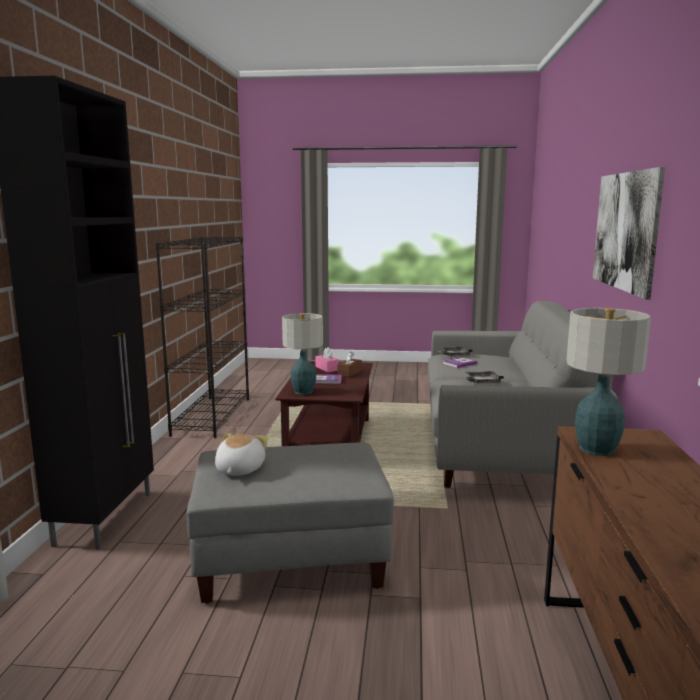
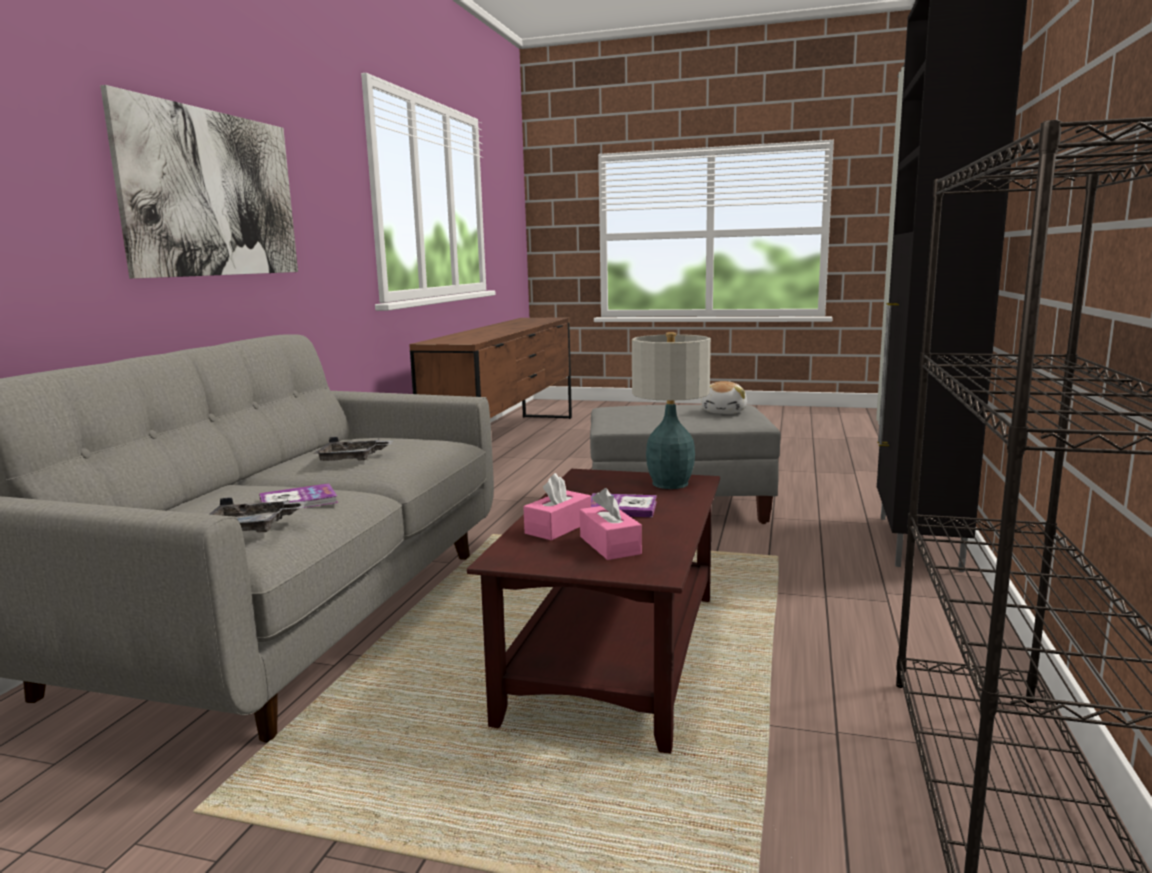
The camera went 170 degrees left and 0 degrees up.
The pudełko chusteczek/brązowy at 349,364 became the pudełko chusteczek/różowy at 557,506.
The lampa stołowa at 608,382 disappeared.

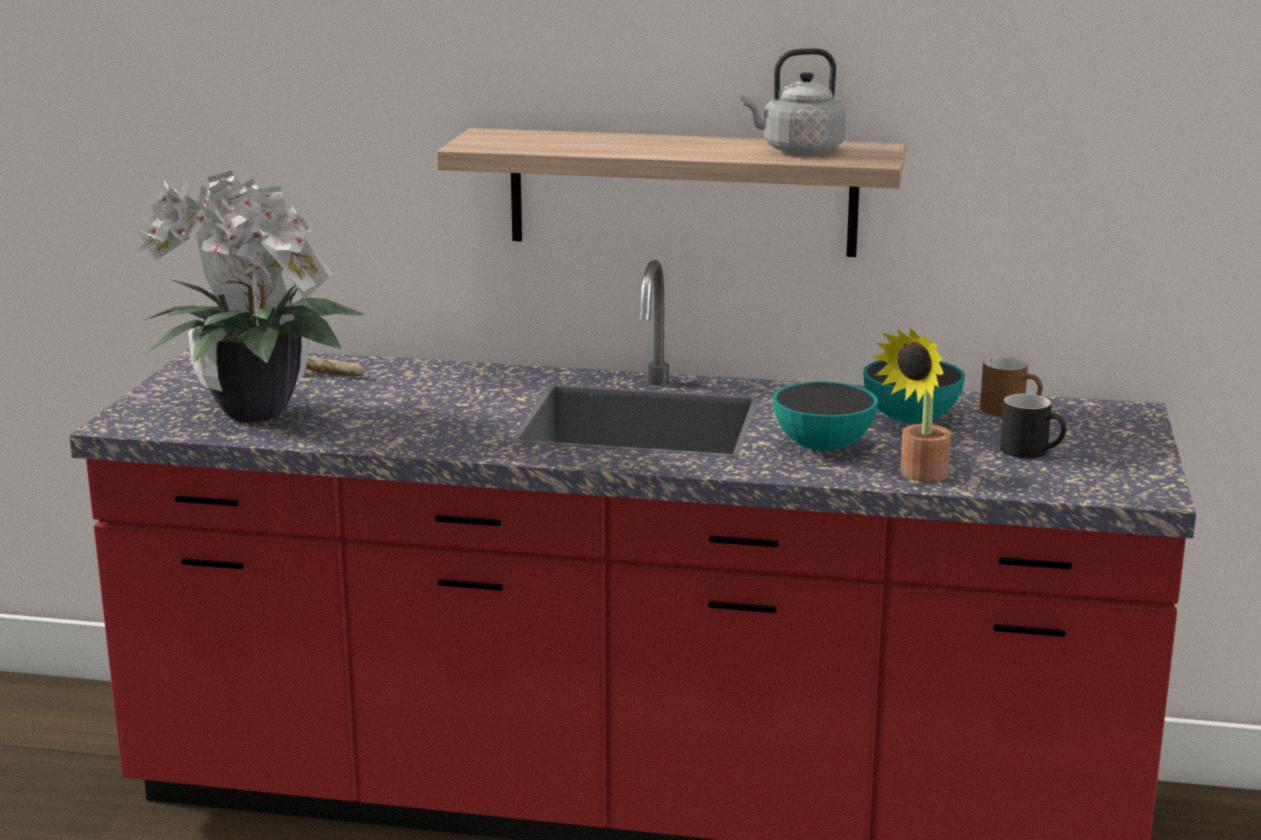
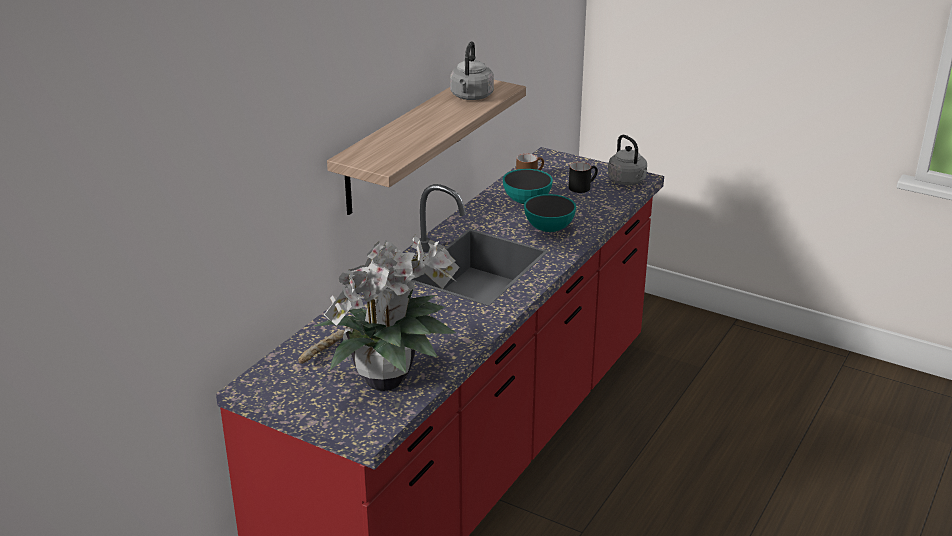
The camera went 70 degrees left and 10 degrees up.
The czajnik/szary at 627,160 appeared.
The roślina doniczkowa at 912,405 disappeared.

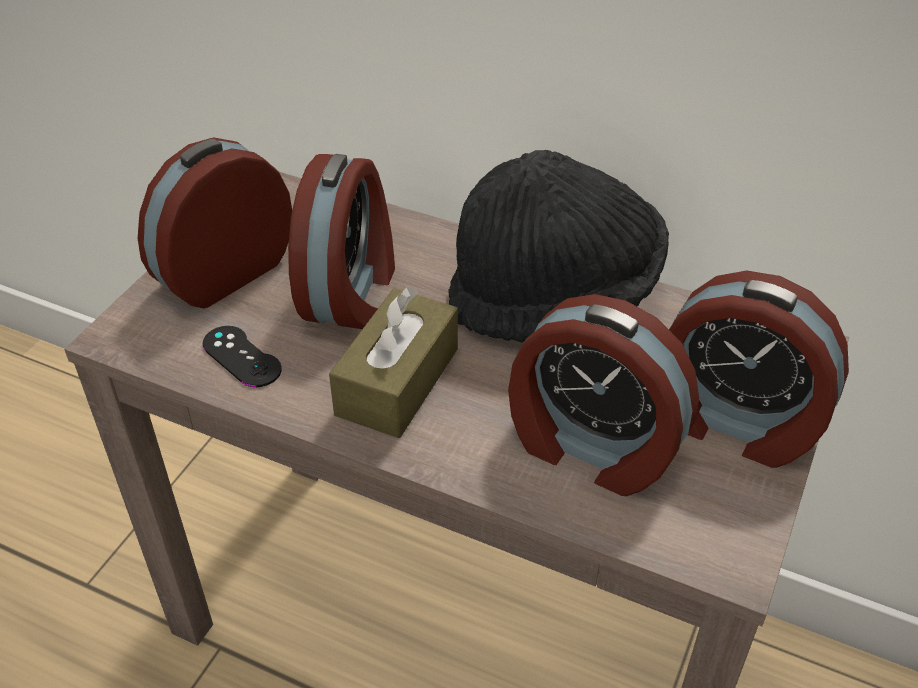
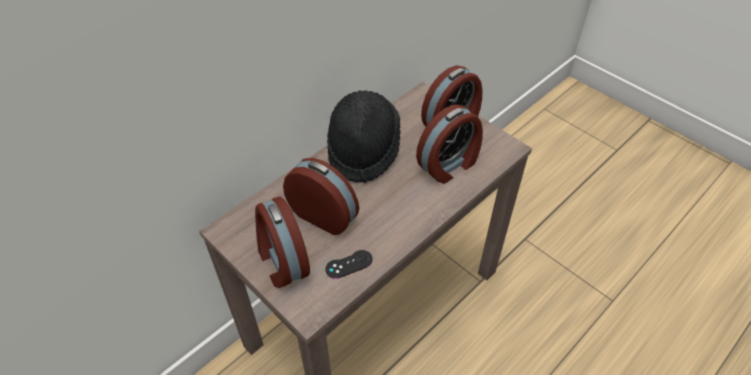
The camera went 70 degrees left and 5 degrees up.
The pudełko chusteczek/brązowy at 393,362 disappeared.

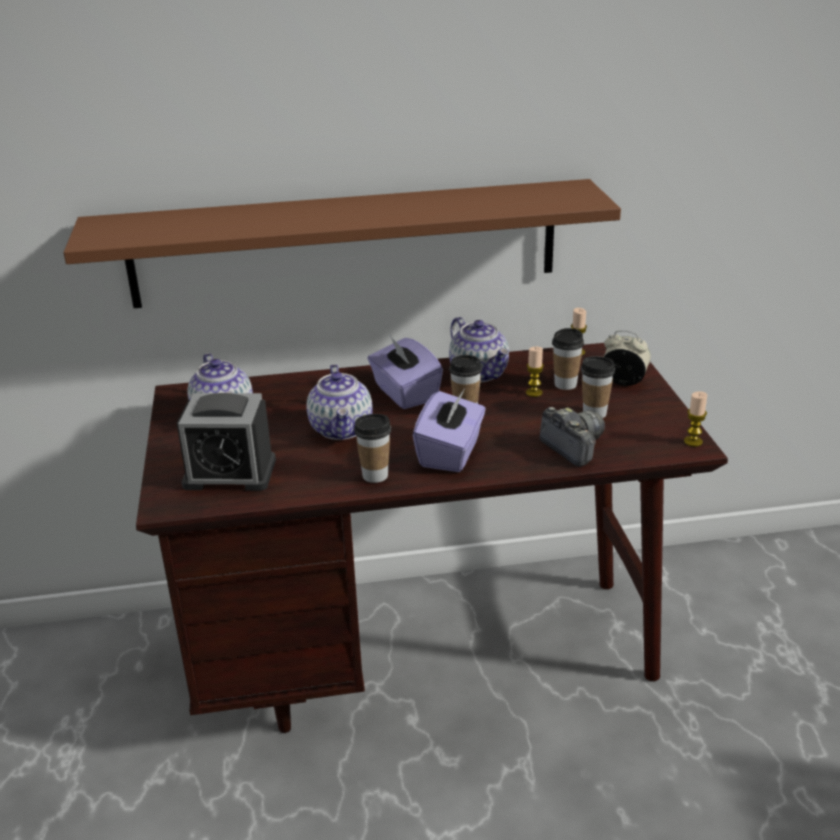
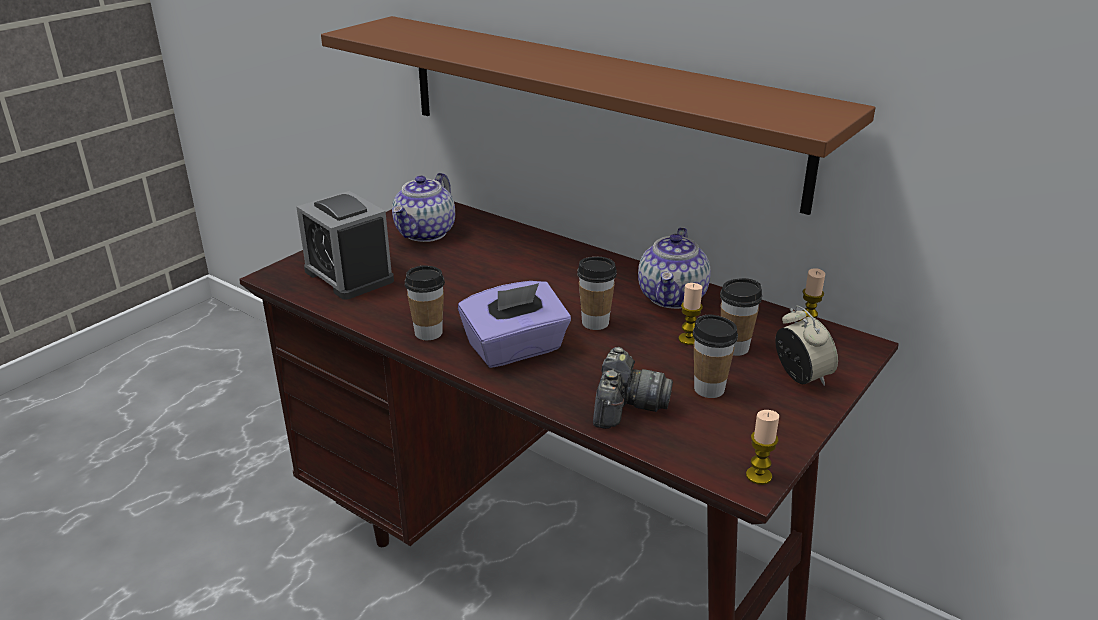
The camera went 45 degrees right and 0 degrees up.
The imbryk at 340,402 disappeared.
The pudełko chusteczek/fioletowy at 405,371 disappeared.

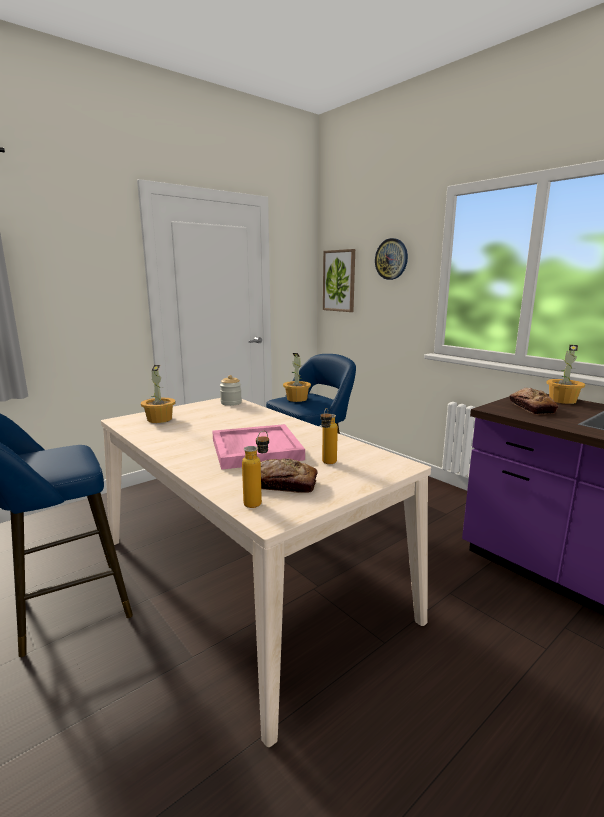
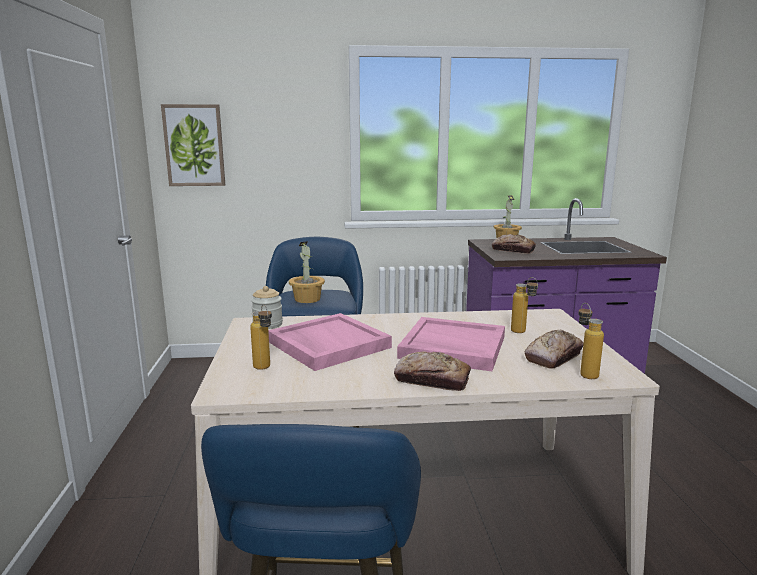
The camera went 55 degrees left and 0 degrees up.
The roślina doniczkowa at 158,394 was replaced by the butelka at 261,337.
The taca/różowy at 330,342 appeared.
The chleb at 432,371 appeared.
The zegar ścienny at 391,259 disappeared.

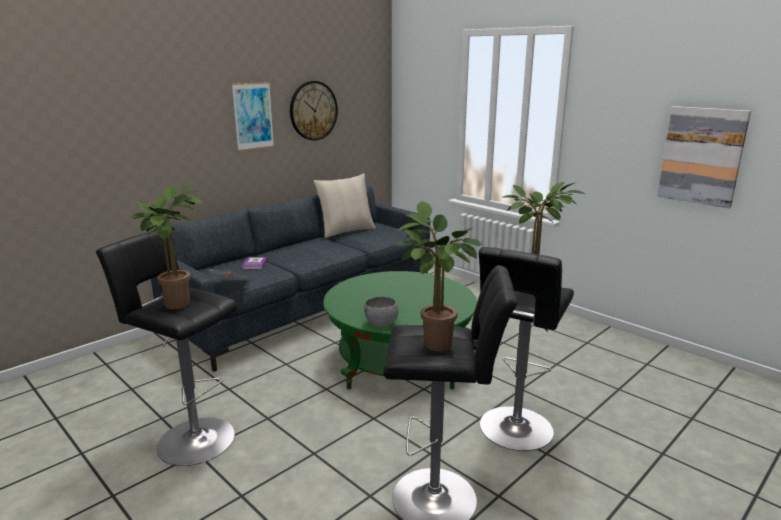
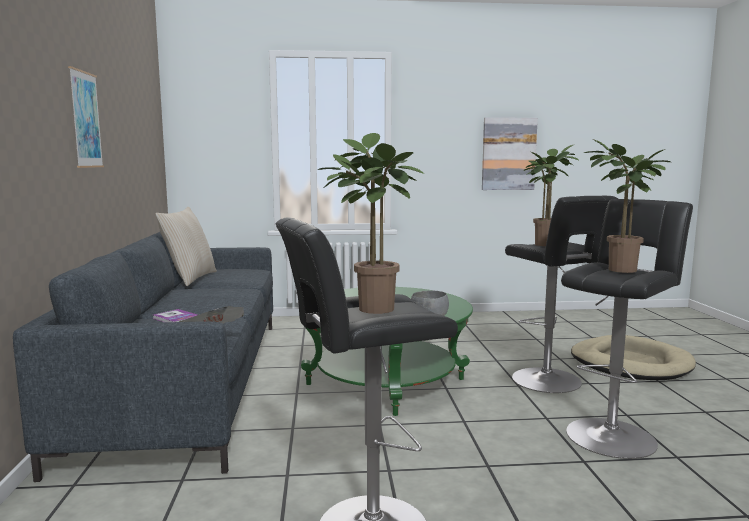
The camera went 50 degrees left and 10 degrees down.
The legowisko/beżowy at 633,357 appeared.
The zegar ścienny at 314,110 disappeared.

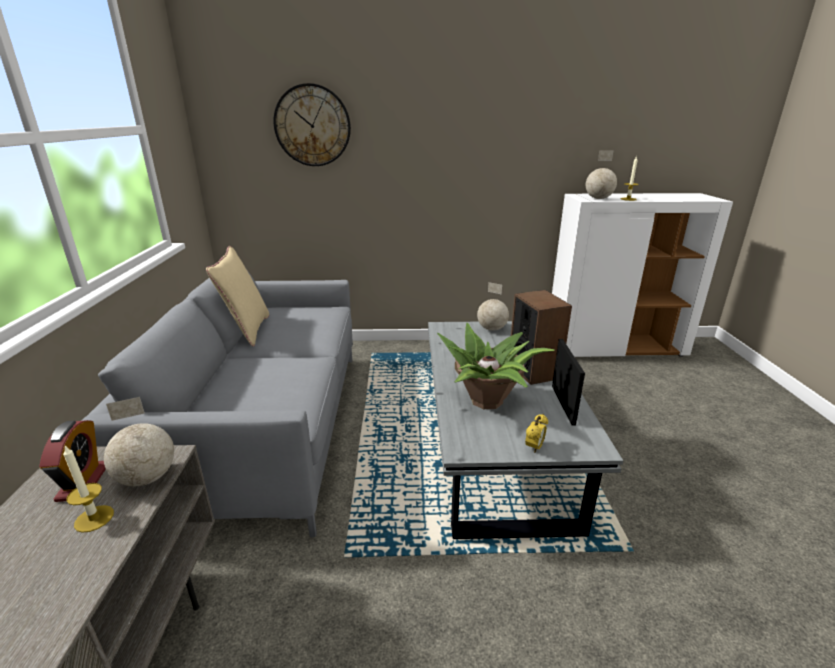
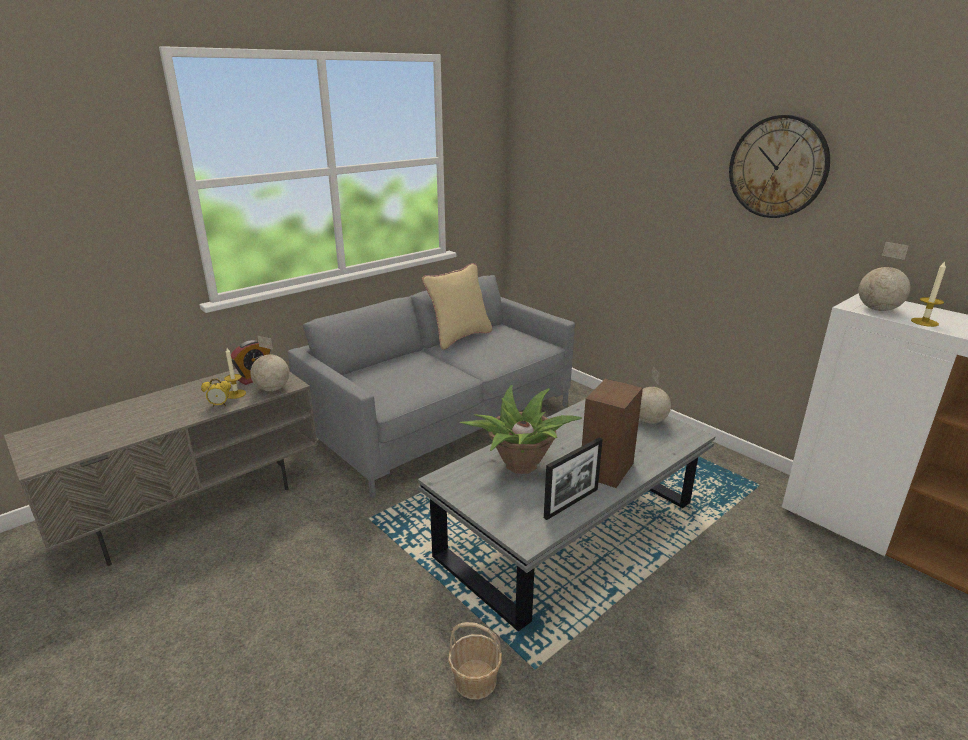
The camera went 50 degrees right and 0 degrees up.
The budzik moved from 536,433 to 216,393.
The koszyk at 475,661 appeared.
The zegar ścienny moved from 312,124 to 779,166.

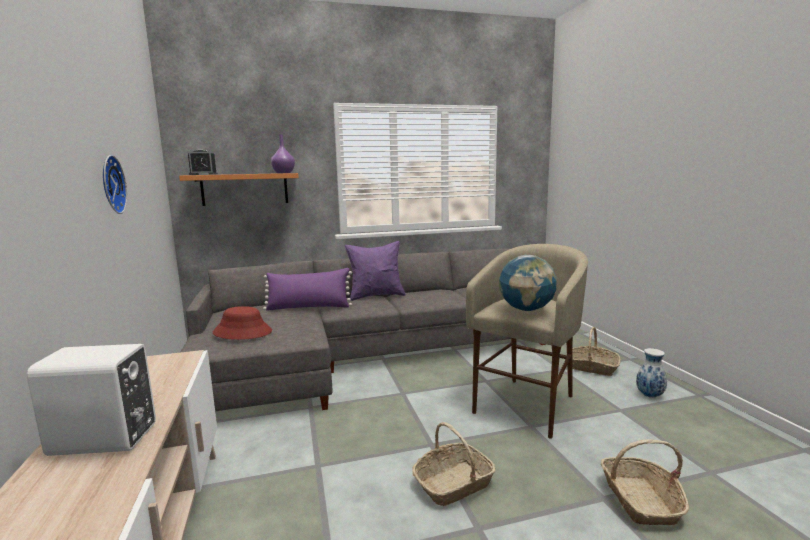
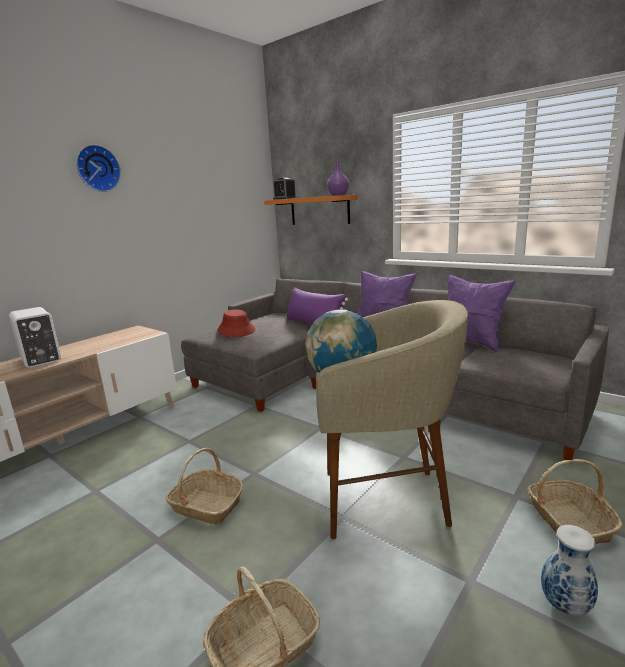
The camera went 55 degrees right and 5 degrees up.
The zegar ścienny moved from 115,184 to 98,168.
The poduszka/fioletowy at 481,313 appeared.

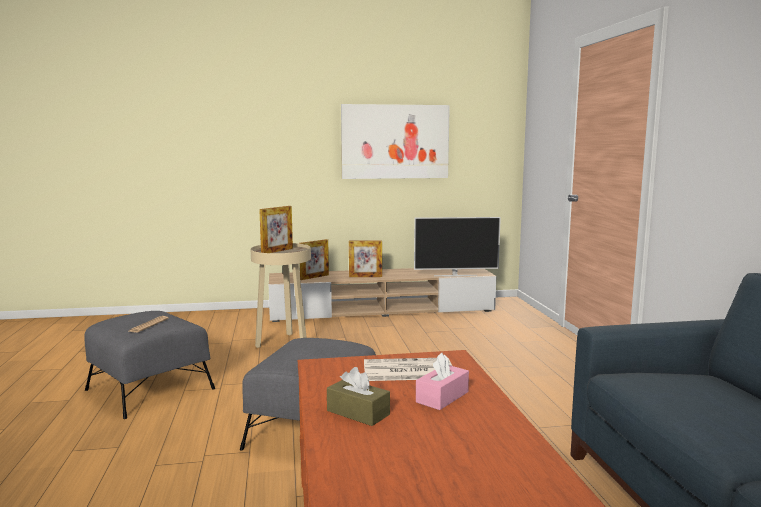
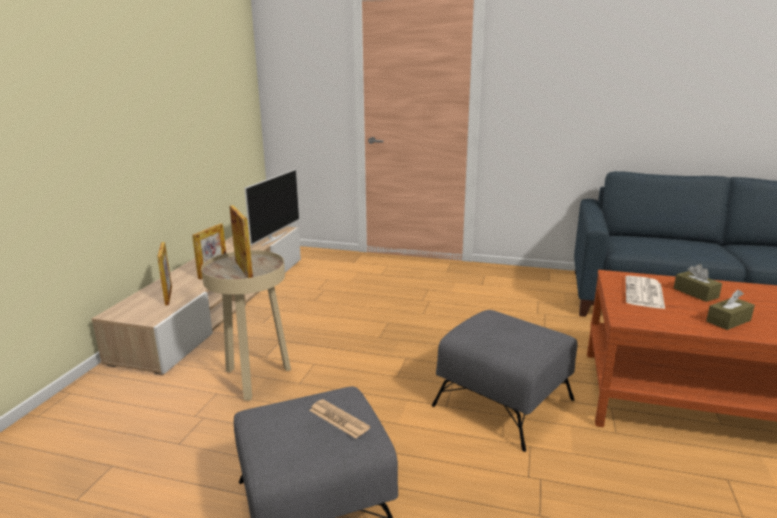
The camera went 65 degrees left and 10 degrees up.
The pudełko chusteczek/różowy at 442,381 became the pudełko chusteczek/brązowy at 698,283.
The obraz at 395,141 disappeared.

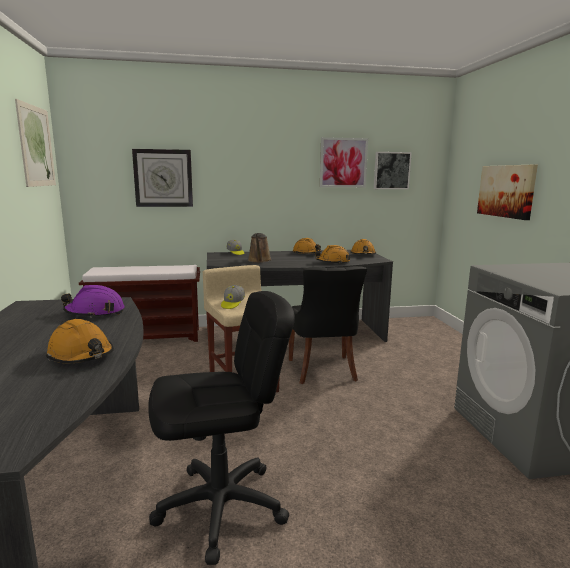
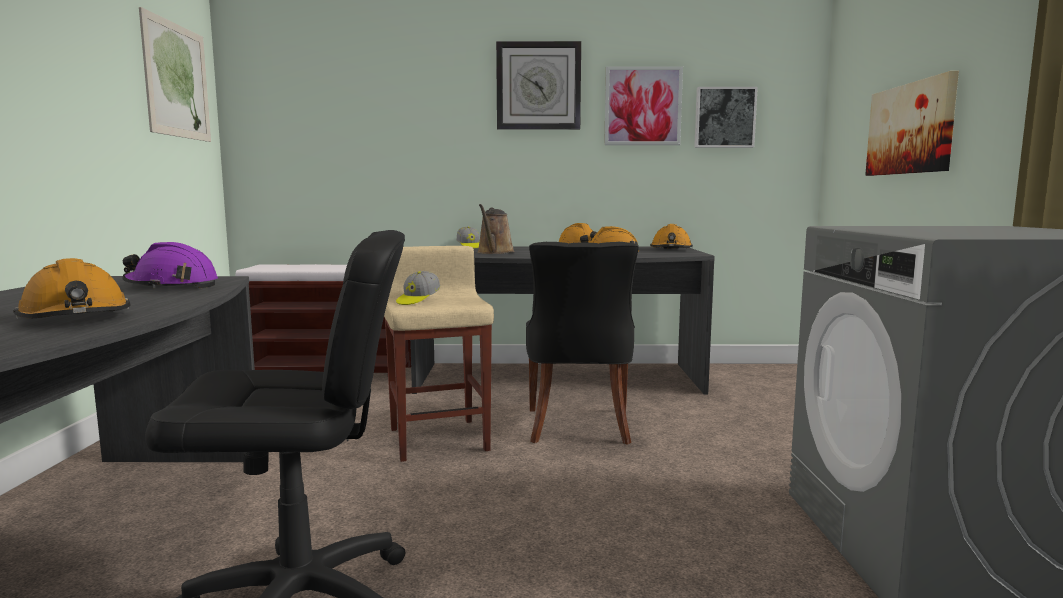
The camera went 10 degrees right and 5 degrees down.
The zegar ścienny moved from 162,178 to 538,85.

